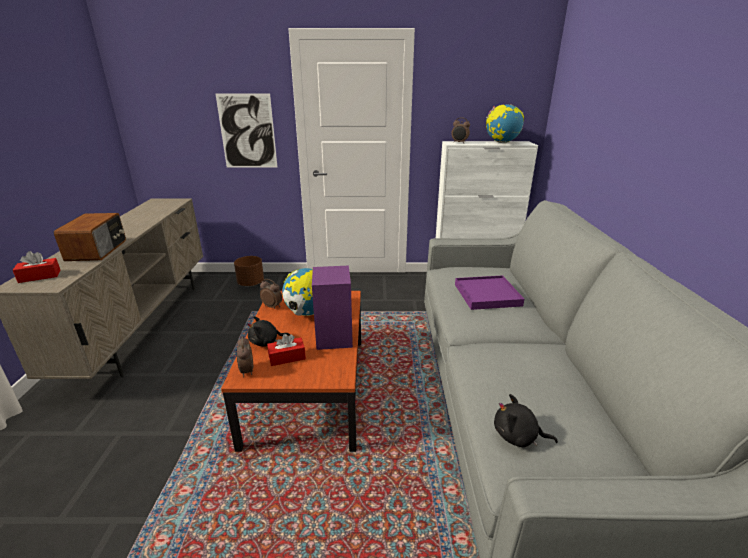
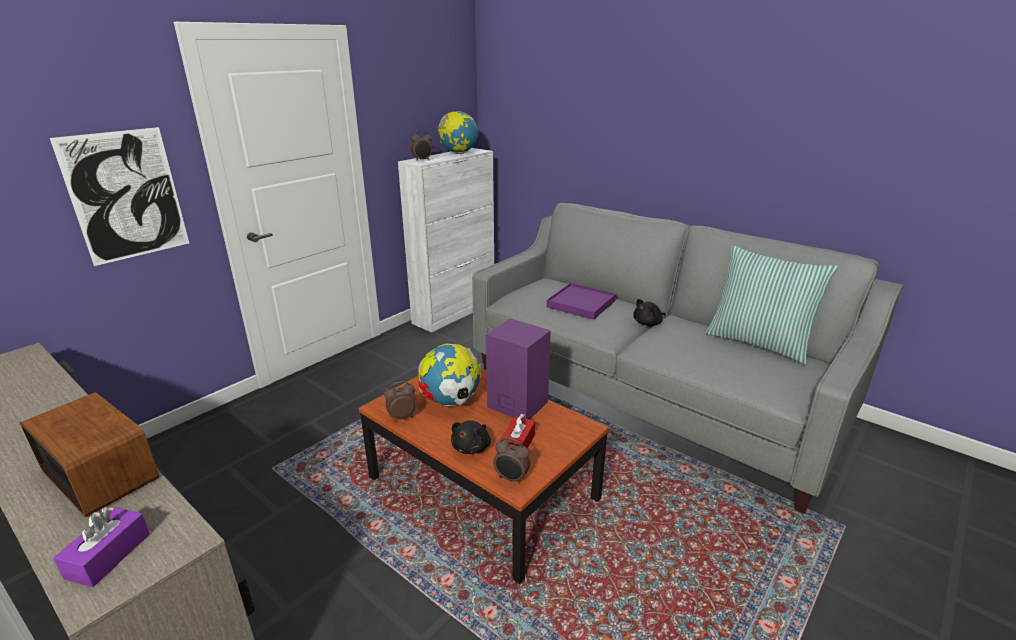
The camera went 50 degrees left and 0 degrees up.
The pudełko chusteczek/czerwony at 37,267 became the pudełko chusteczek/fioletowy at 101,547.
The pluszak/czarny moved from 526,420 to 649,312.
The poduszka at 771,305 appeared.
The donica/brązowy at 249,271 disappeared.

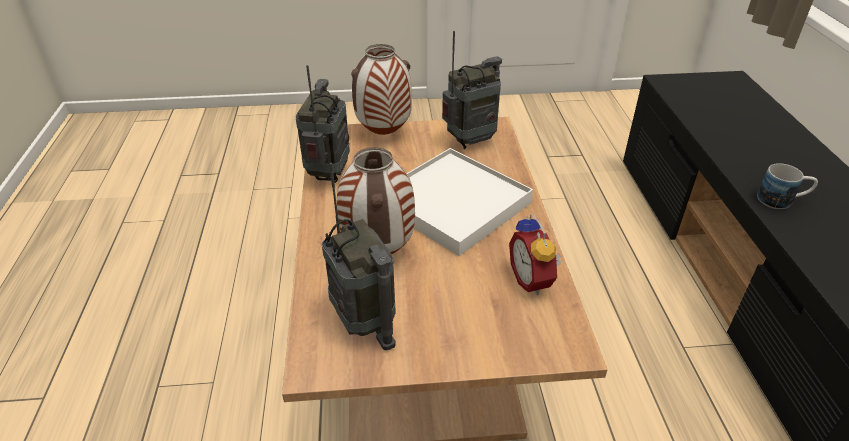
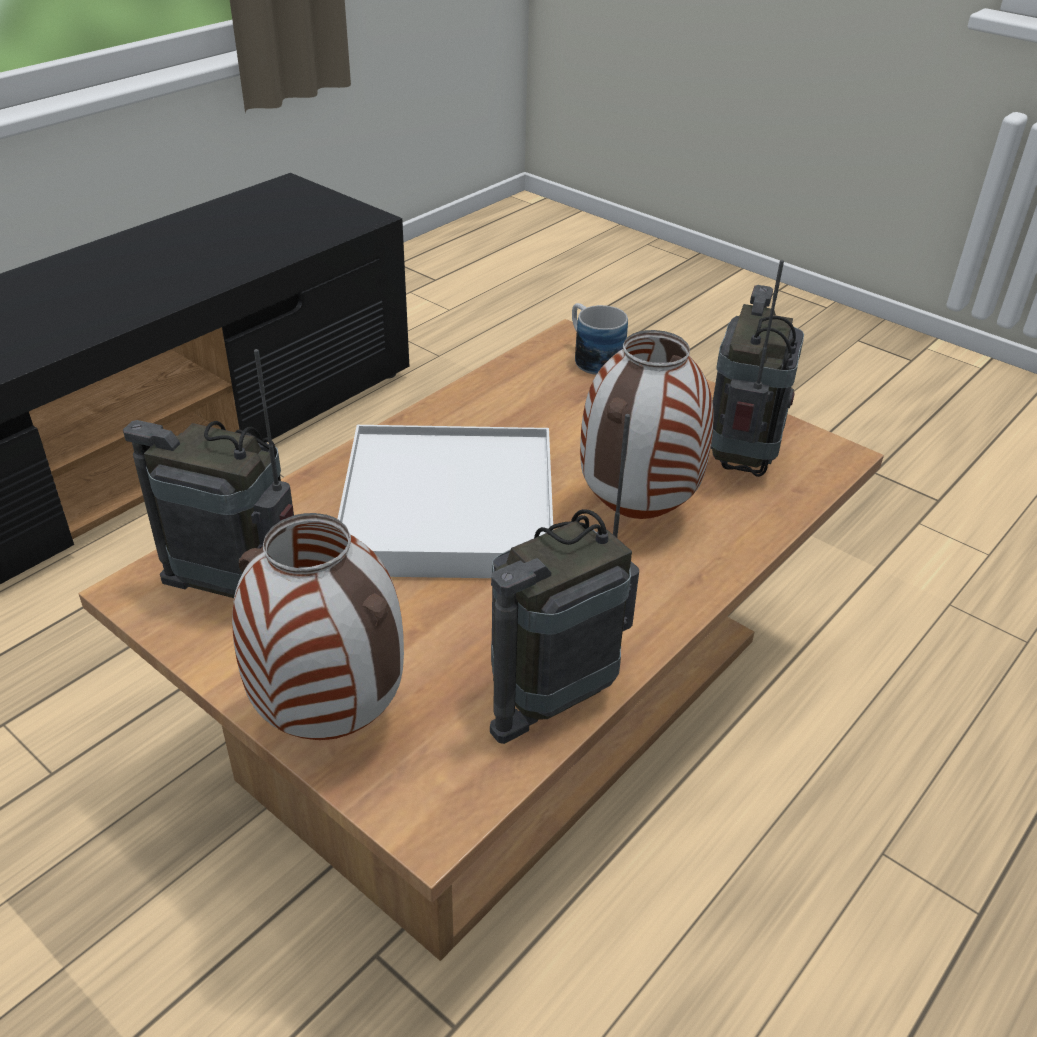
The camera went 135 degrees left and 0 degrees up.
The kubek moved from 787,186 to 600,339.
The budzik at 535,254 disappeared.

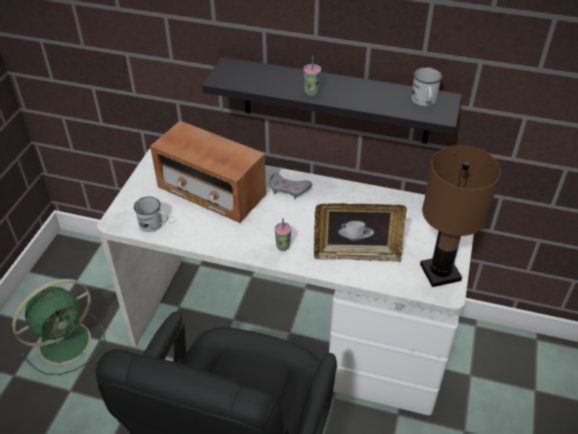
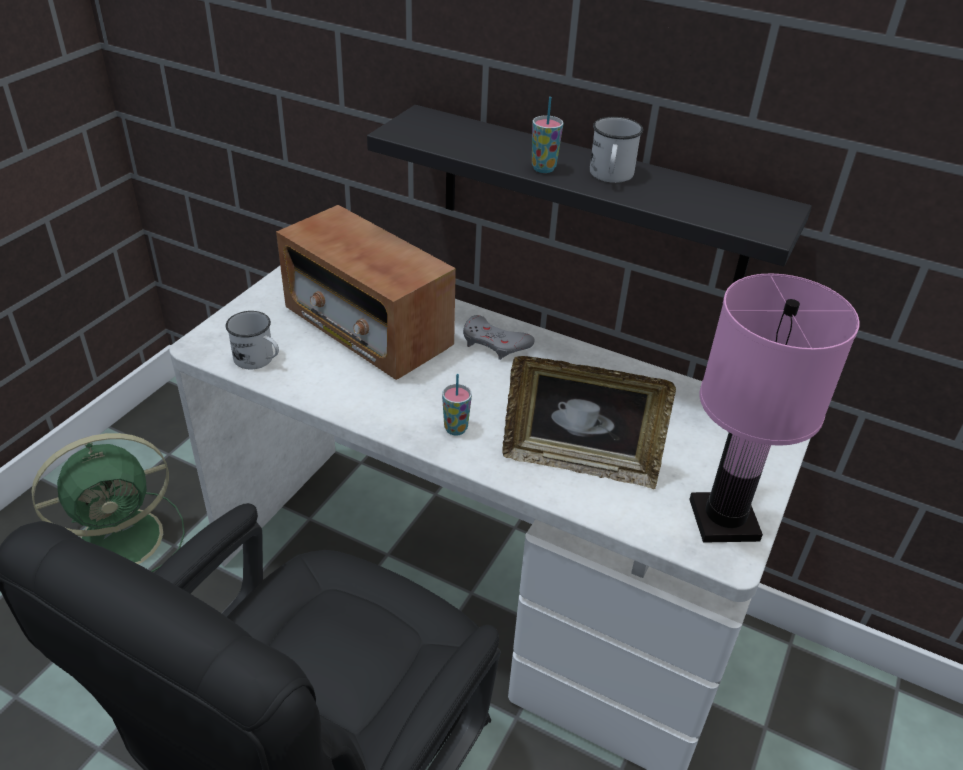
The camera went 10 degrees right and 5 degrees down.
The kubek/biały moved from 426,86 to 616,150.
The lampa stołowa/brązowy at 460,216 became the lampa stołowa/różowy at 774,408.

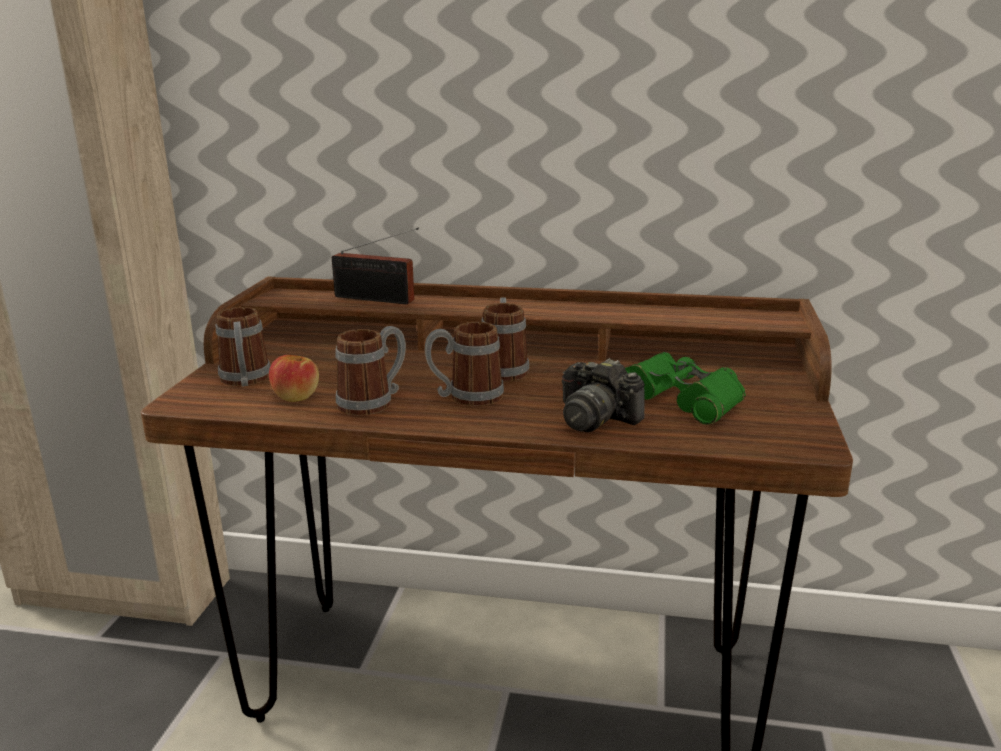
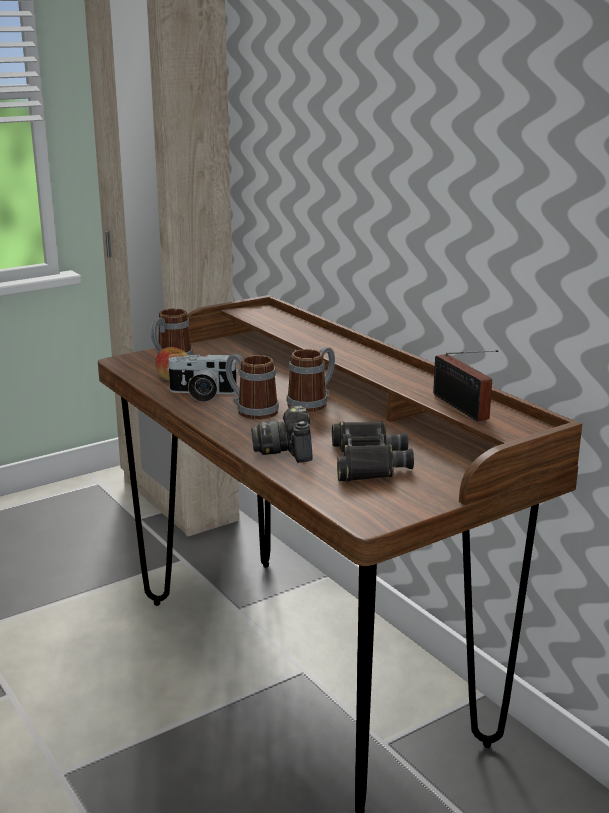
The camera went 45 degrees right and 0 degrees up.
The kubek at 371,371 was replaced by the aparat fotograficzny at 202,378.
The lornetka/zielony at 685,388 became the lornetka/czarny at 373,451.
The radio moved from 375,266 to 465,385.

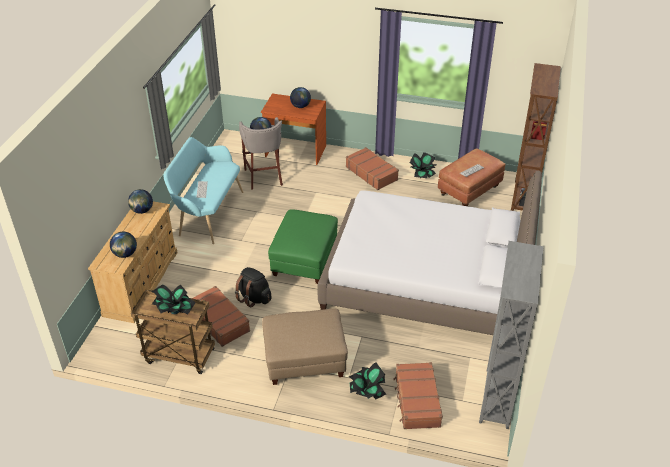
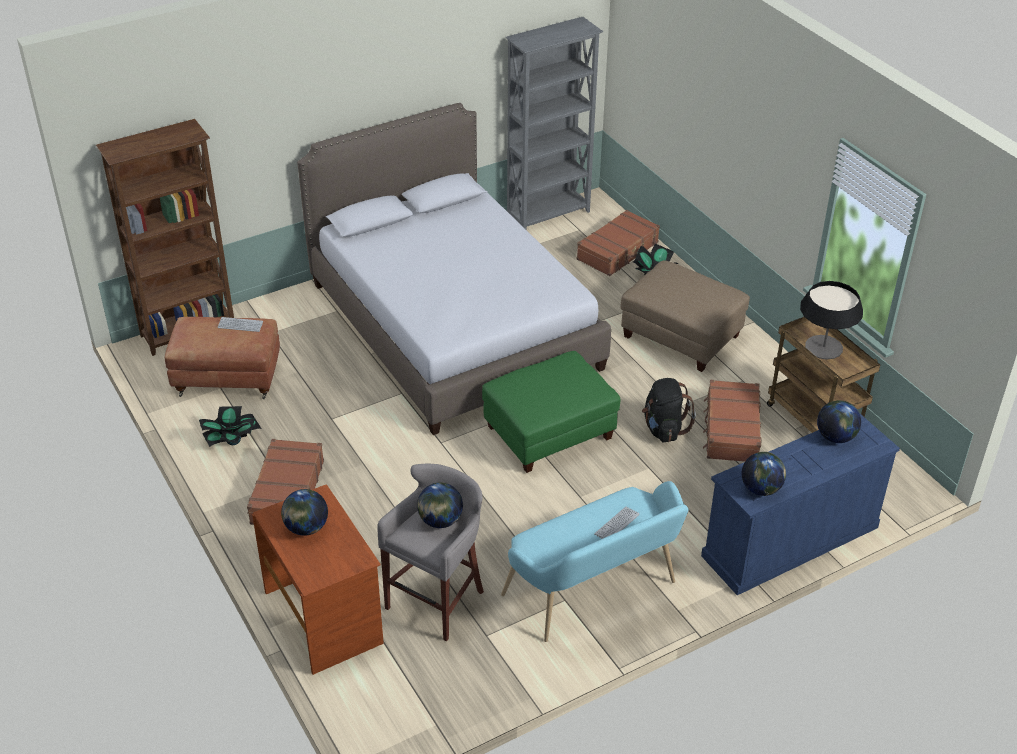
The camera went 135 degrees left and 0 degrees up.
The komoda/beżowy at 133,262 became the komoda/niebieski at 800,504.
The roślina doniczkowa at 173,299 was replaced by the lampa stołowa at 831,320.

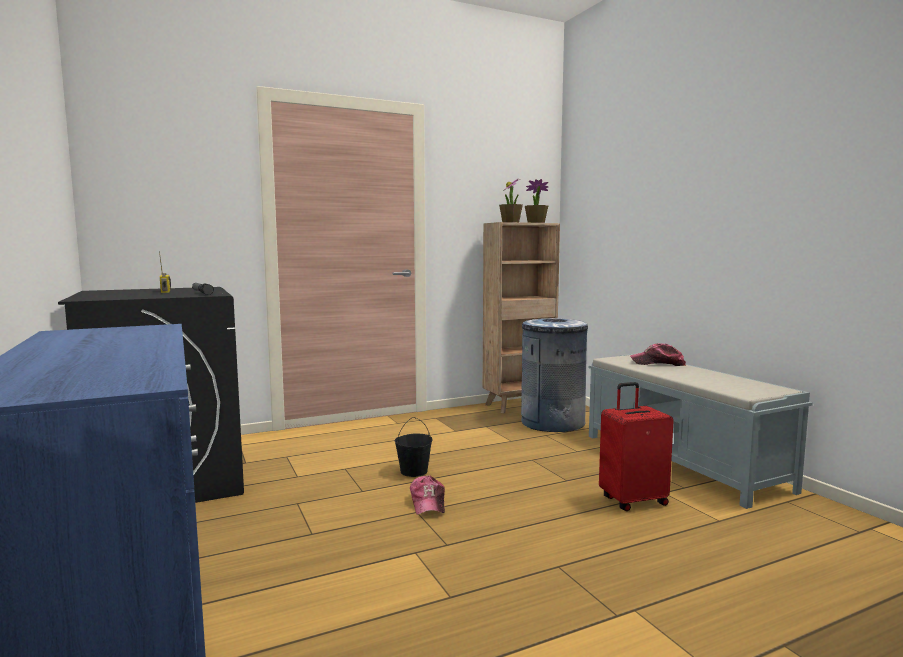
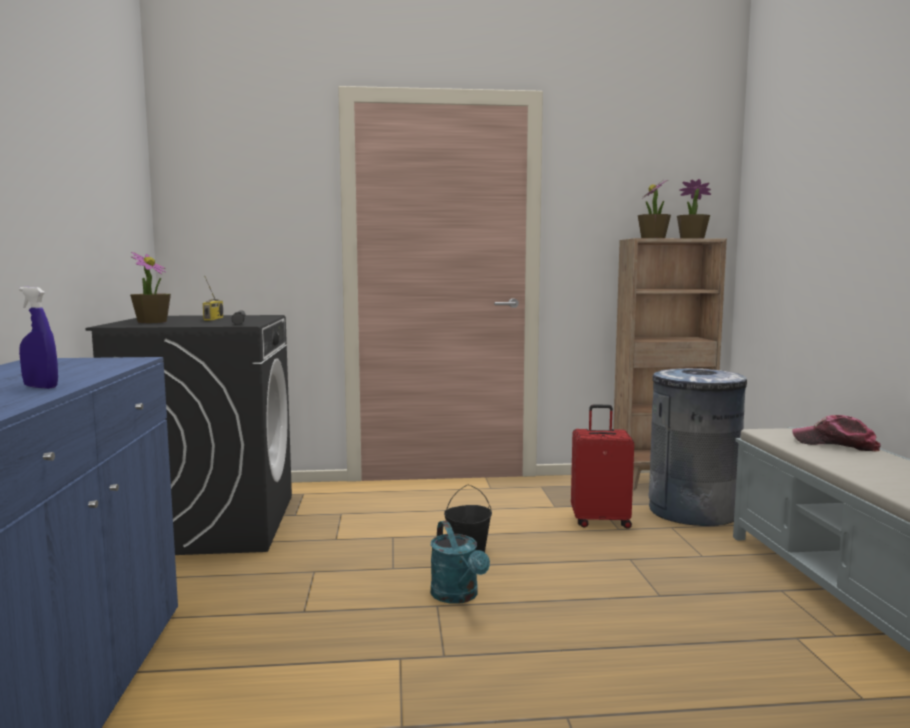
The camera went 20 degrees right and 0 degrees up.
The spryskiwacz/niebieski at 38,338 appeared.
The roślina doniczkowa at 150,287 appeared.
The czapka z daszkiem at 427,495 was replaced by the konewka/turkusowy at 460,562.
The walizka/czerwony moved from 636,446 to 602,467.

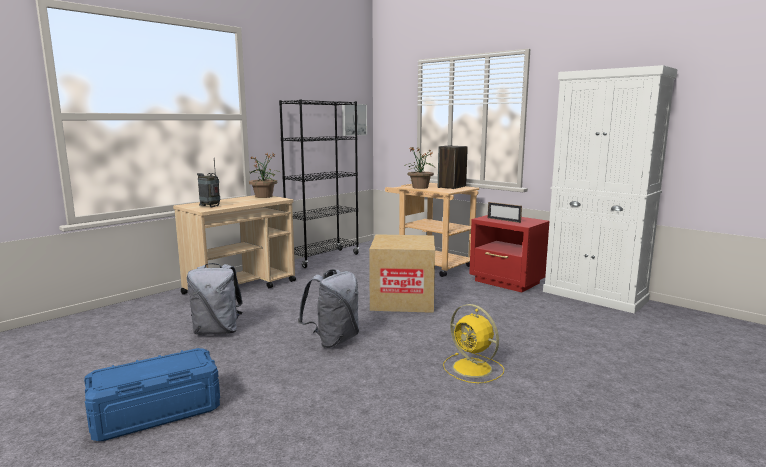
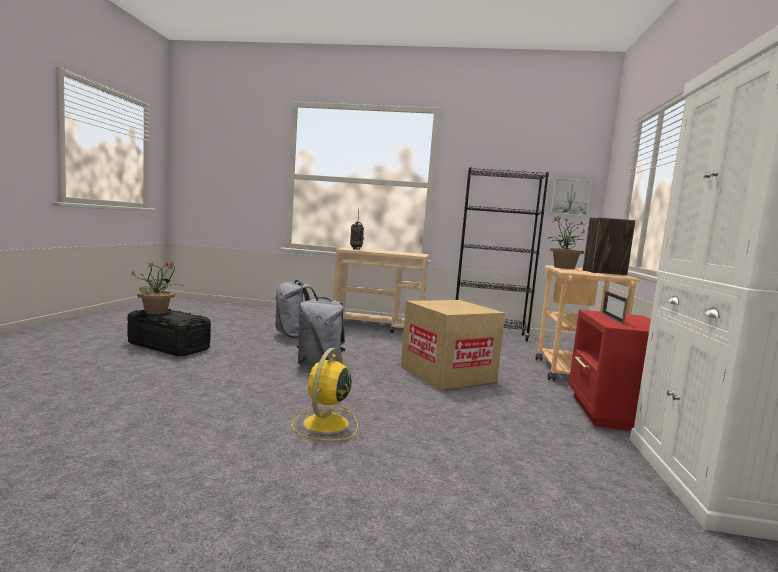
The camera went 55 degrees right and 5 degrees down.
The pojemnik do przechowywania/niebieski at 152,394 became the pojemnik do przechowywania/czarny at 169,332.
The roślina doniczkowa moved from 265,175 to 155,288.

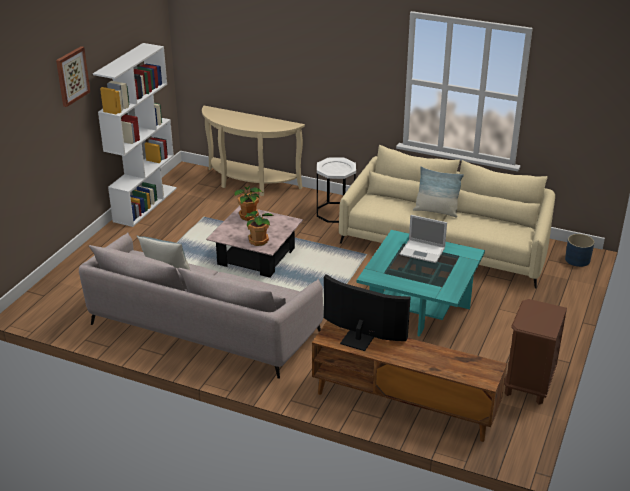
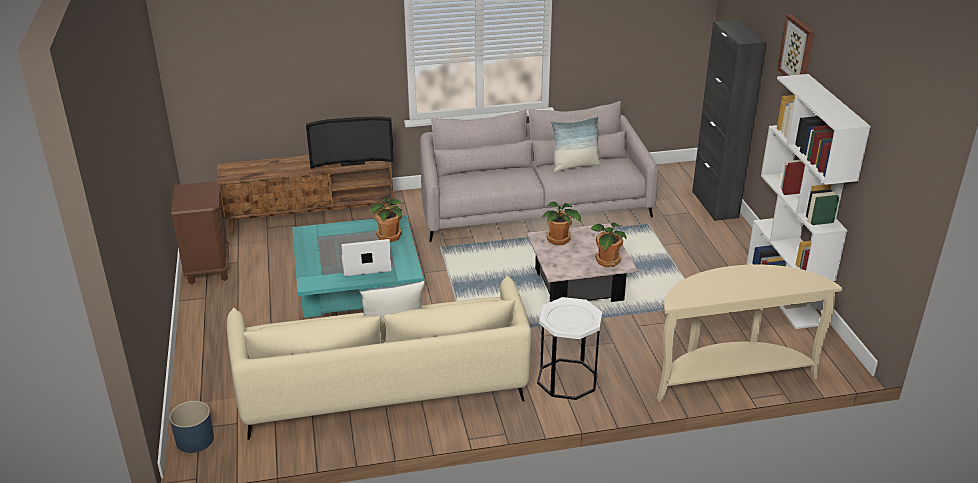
The camera went 145 degrees right and 0 degrees up.
The roślina doniczkowa at 386,220 appeared.
The szafka/czarny at 729,120 appeared.

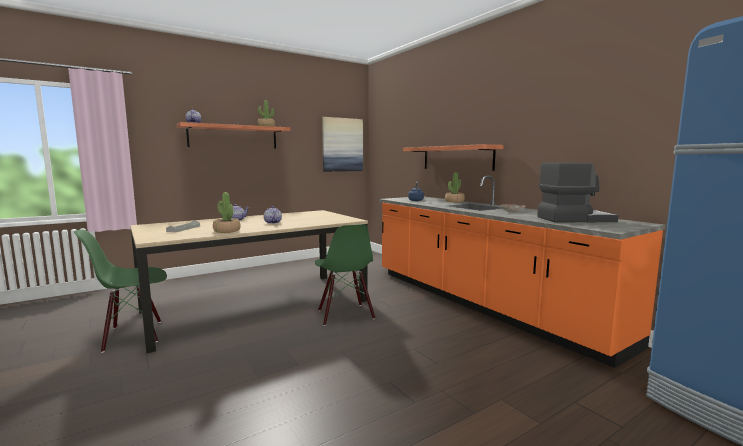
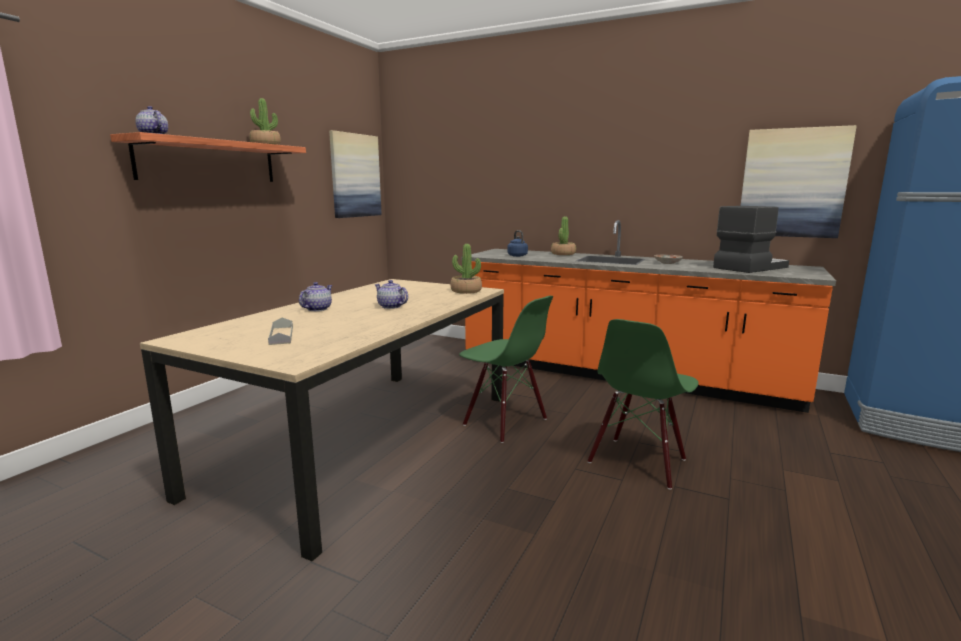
The camera went 30 degrees left and 5 degrees up.
The roślina doniczkowa moved from 227,212 to 466,269.
The krzesło/zielony moved from 120,291 to 642,404.
The obraz at 799,181 appeared.
The półka at 453,157 disappeared.

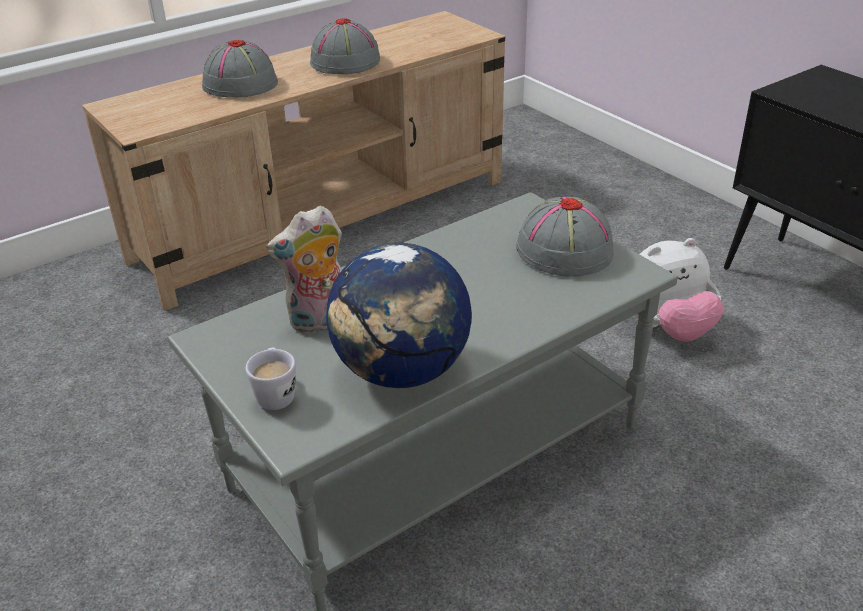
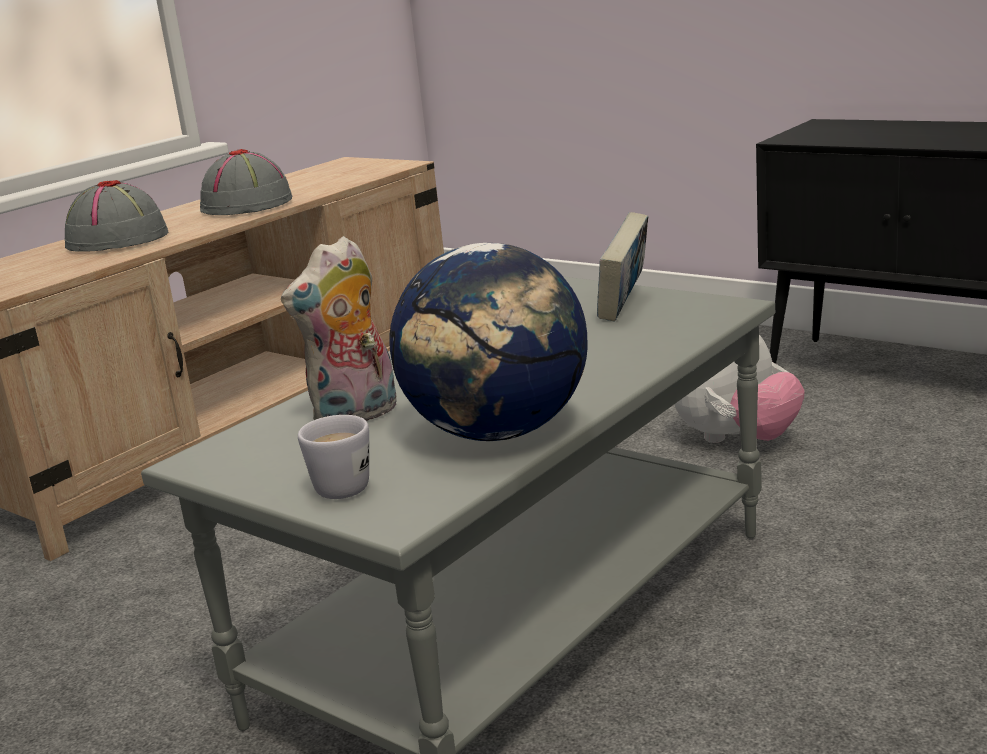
The camera went 15 degrees left and 15 degrees down.
The kapelusz/szary at 565,237 was replaced by the książka at 622,266.

